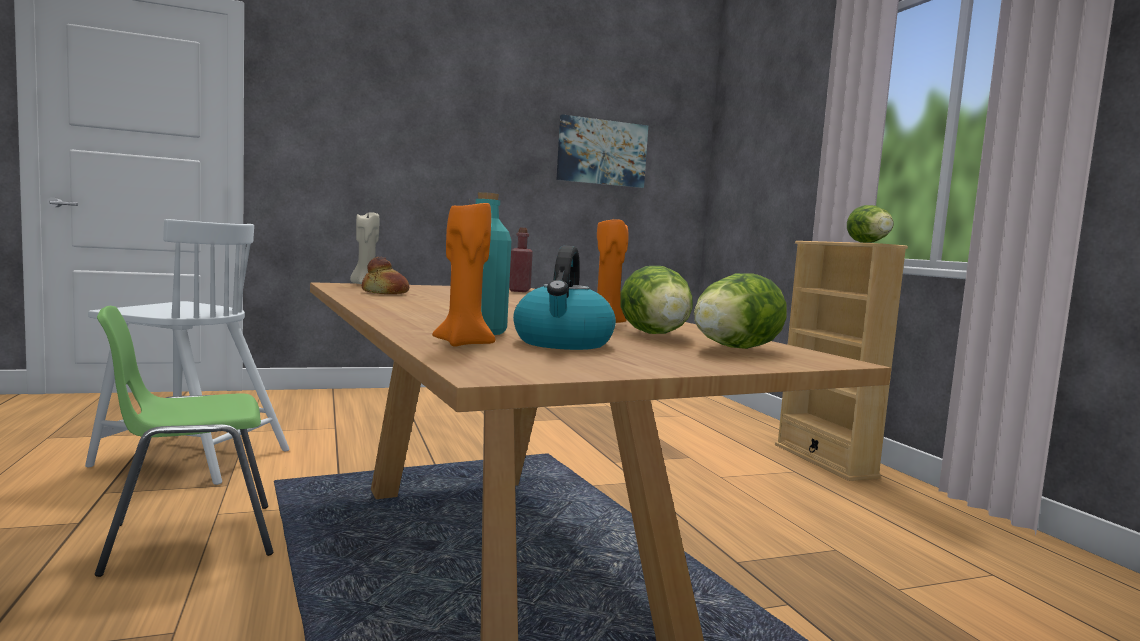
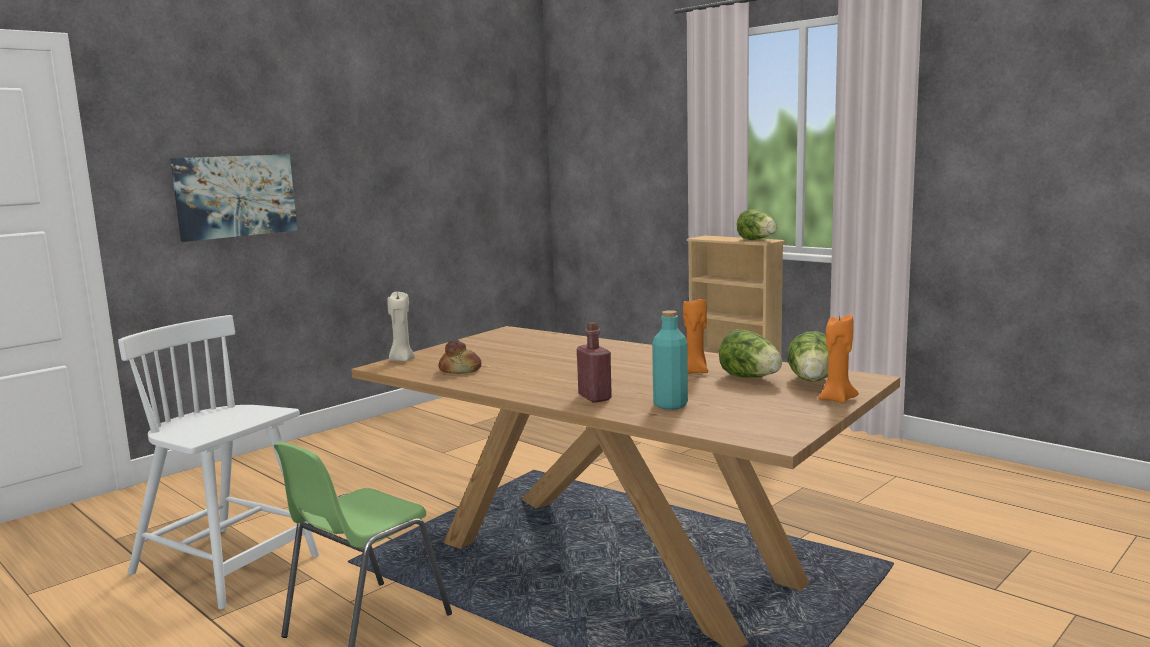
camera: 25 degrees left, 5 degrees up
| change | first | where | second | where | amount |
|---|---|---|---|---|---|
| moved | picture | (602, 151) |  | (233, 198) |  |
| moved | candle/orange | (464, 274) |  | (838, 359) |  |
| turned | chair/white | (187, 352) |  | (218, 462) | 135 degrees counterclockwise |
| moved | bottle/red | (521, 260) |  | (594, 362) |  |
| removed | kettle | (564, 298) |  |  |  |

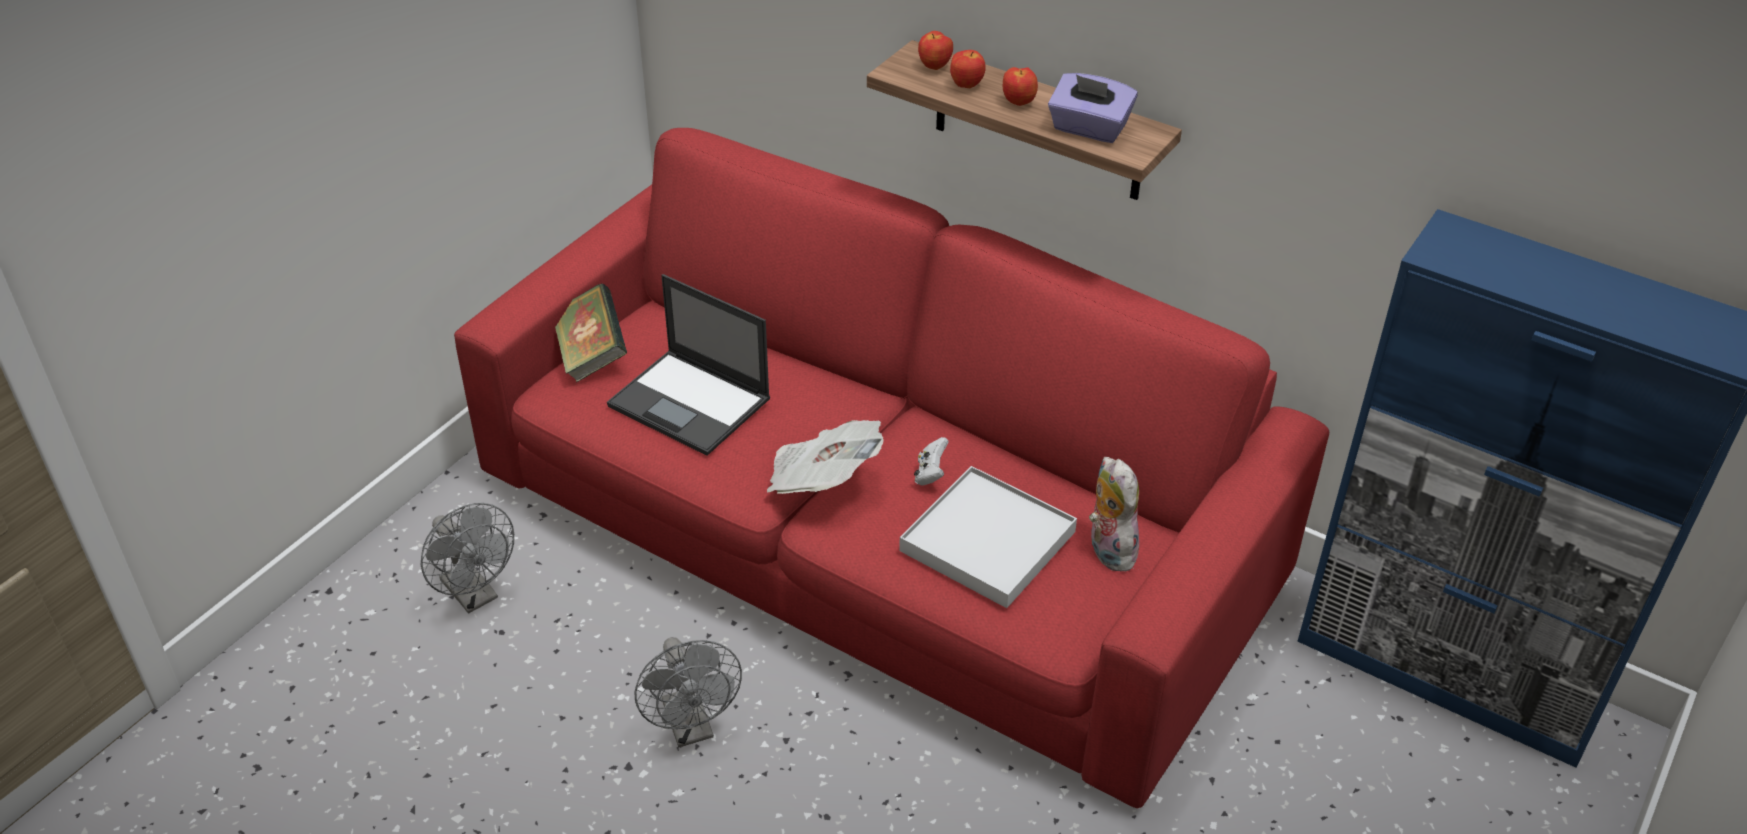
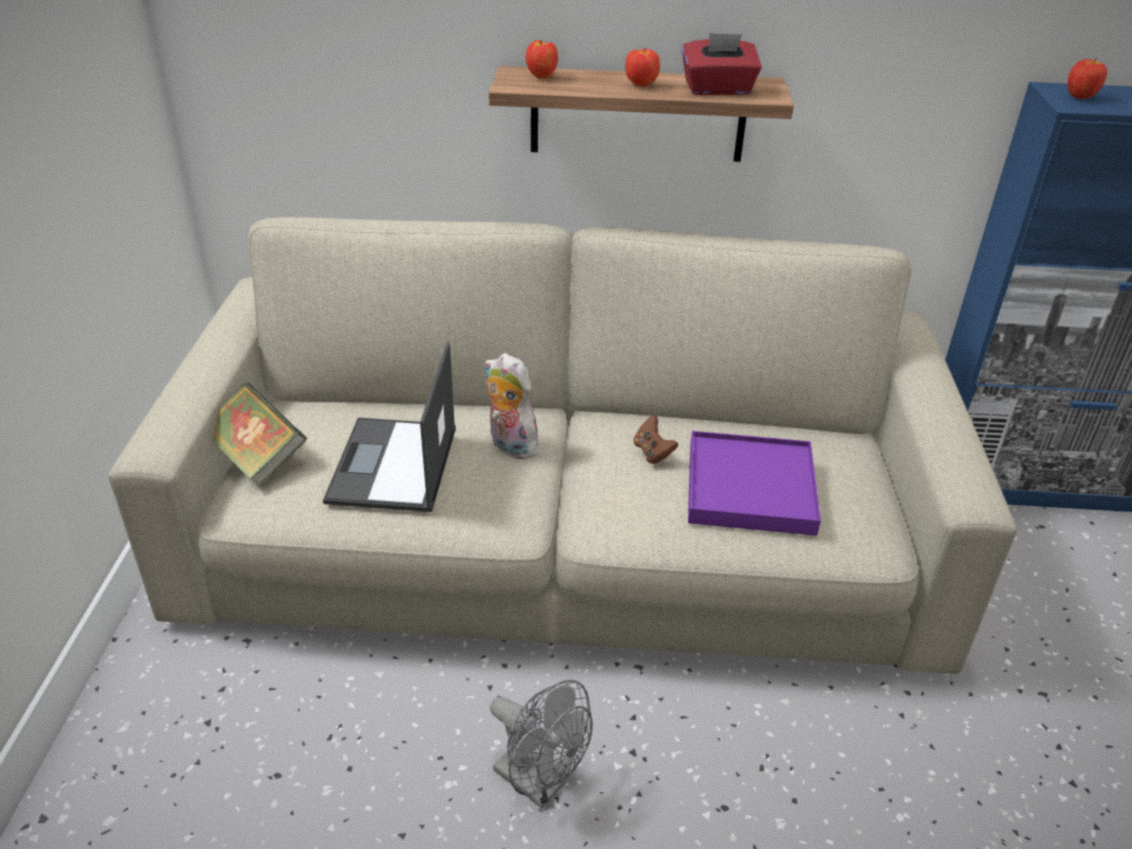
camera: 30 degrees left, 5 degrees down
| change | first | where | second | where | amount |
|---|---|---|---|---|---|
| moved | apple | (968, 69) |  | (1087, 78) |  |
| recoloured | tissue box/purple | (1093, 108) | tissue box/red | (722, 64) |  |
| recoloured | sofa/red | (891, 468) | sofa/beige | (562, 445) |  |
| turned | laptop | (688, 365) |  | (389, 427) | 90 degrees clockwise |
| removed | newspaper | (825, 457) |  |  |  |
| recoloured | game controller/white | (931, 461) | game controller/brown | (656, 439) |  |
| moved | plush toy | (1114, 514) |  | (512, 406) |  |
| recoloured | tray/white | (988, 537) | tray/purple | (754, 483) |  |
| removed | fan/grey | (467, 558) |  |  |  |

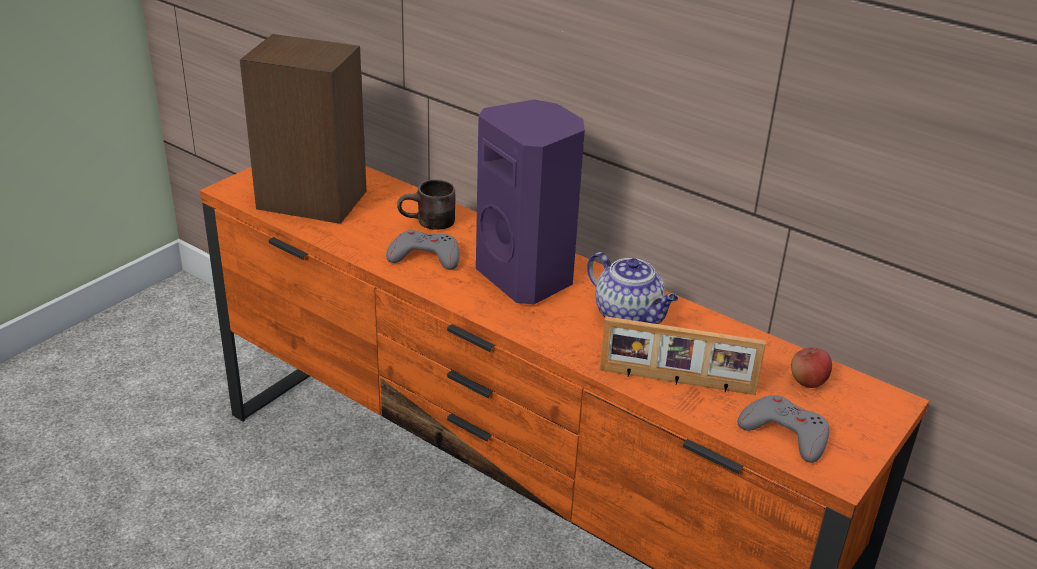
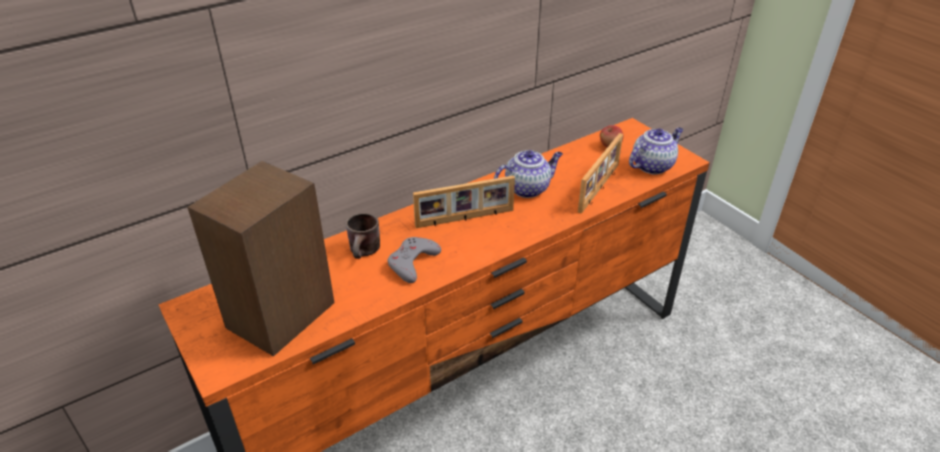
camera: 70 degrees left, 5 degrees up
| change | first | where | second | where | amount |
|---|---|---|---|---|---|
| replaced | speaker/purple | (530, 201) | picture frame | (464, 201) |  |
| replaced | game controller/grey | (783, 429) | teapot | (656, 151) |  |

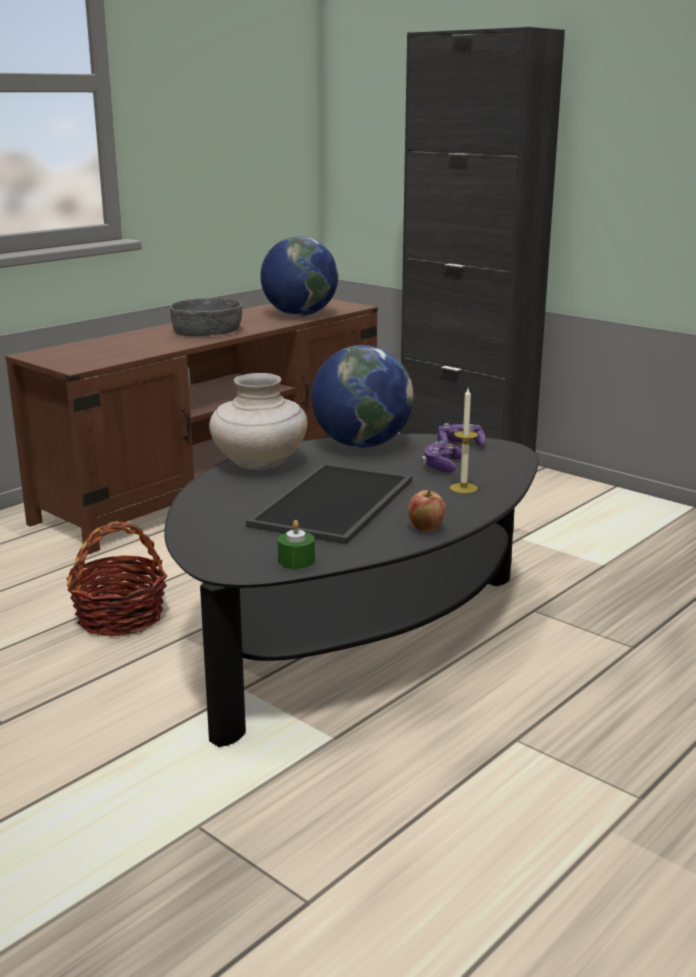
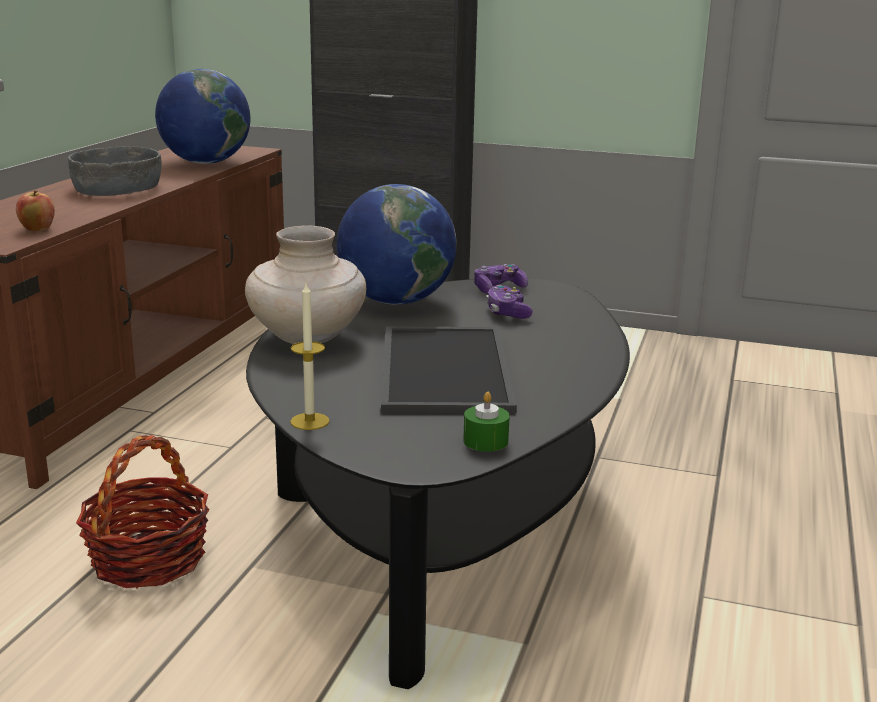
camera: 25 degrees left, 0 degrees up
| change | first | where | second | where | amount |
|---|---|---|---|---|---|
| moved | candle | (464, 441) |  | (310, 356) |  |
| moved | apple | (427, 510) |  | (35, 210) |  |

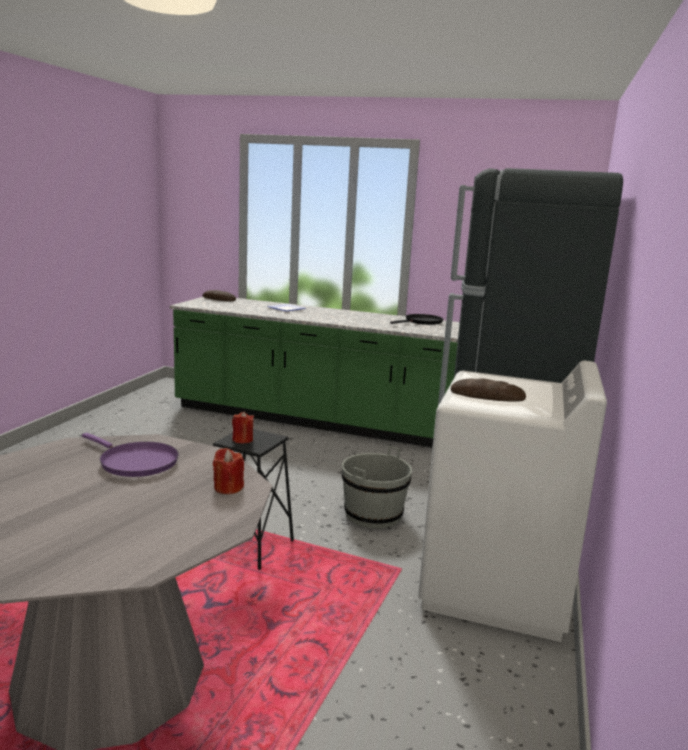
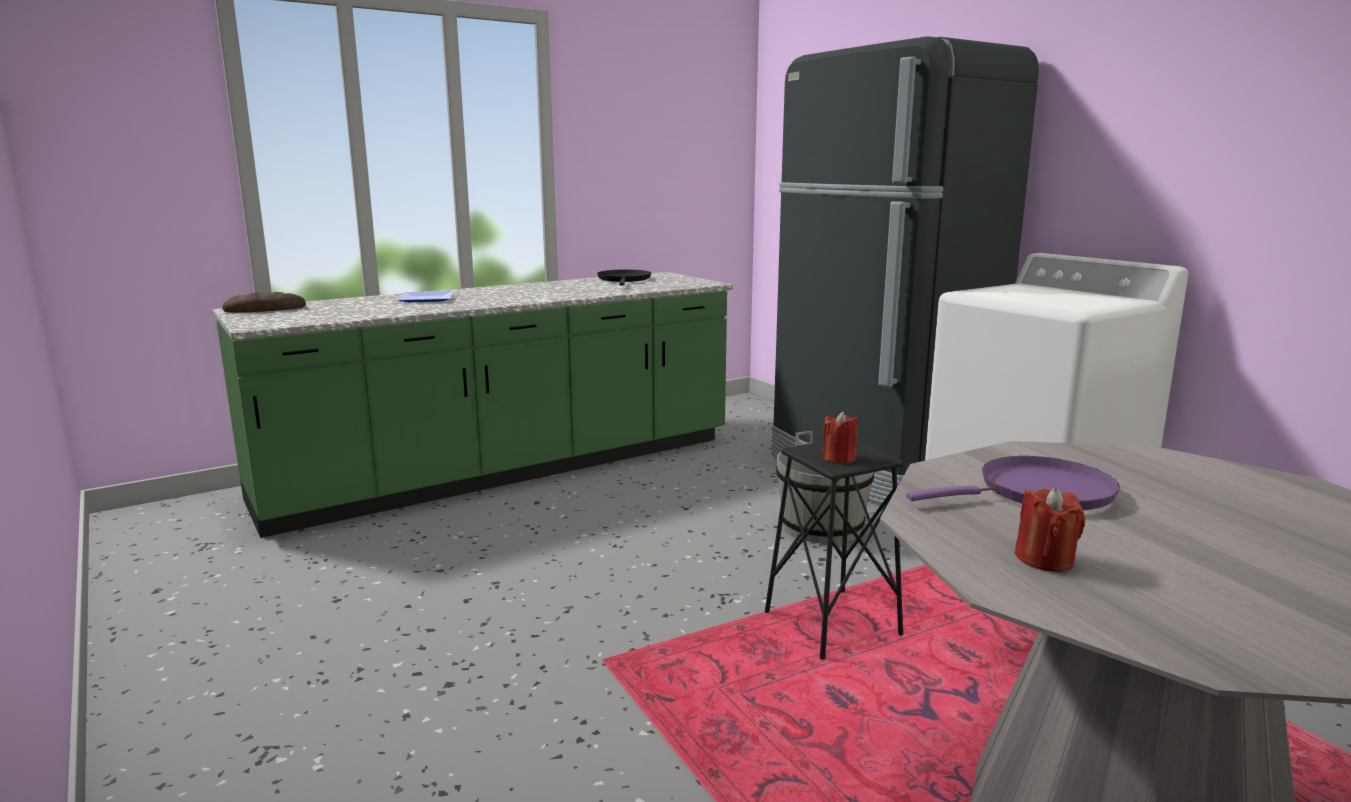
camera: 50 degrees left, 0 degrees up
| change | first | where | second | where | amount |
|---|---|---|---|---|---|
| removed | bread | (488, 390) |  |  |  |
| moved | candle/red | (228, 471) |  | (1050, 529) |  |

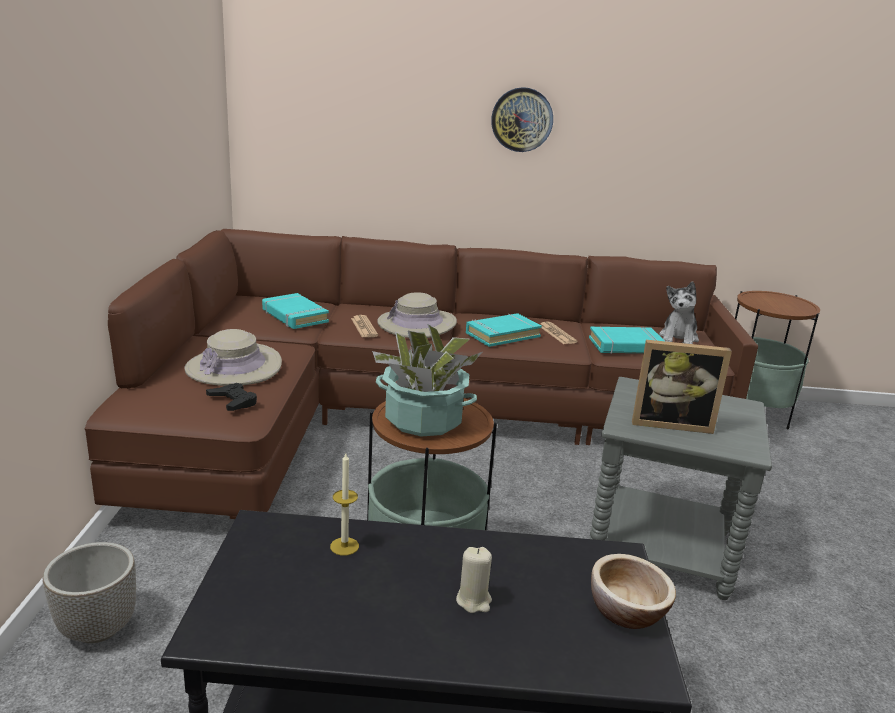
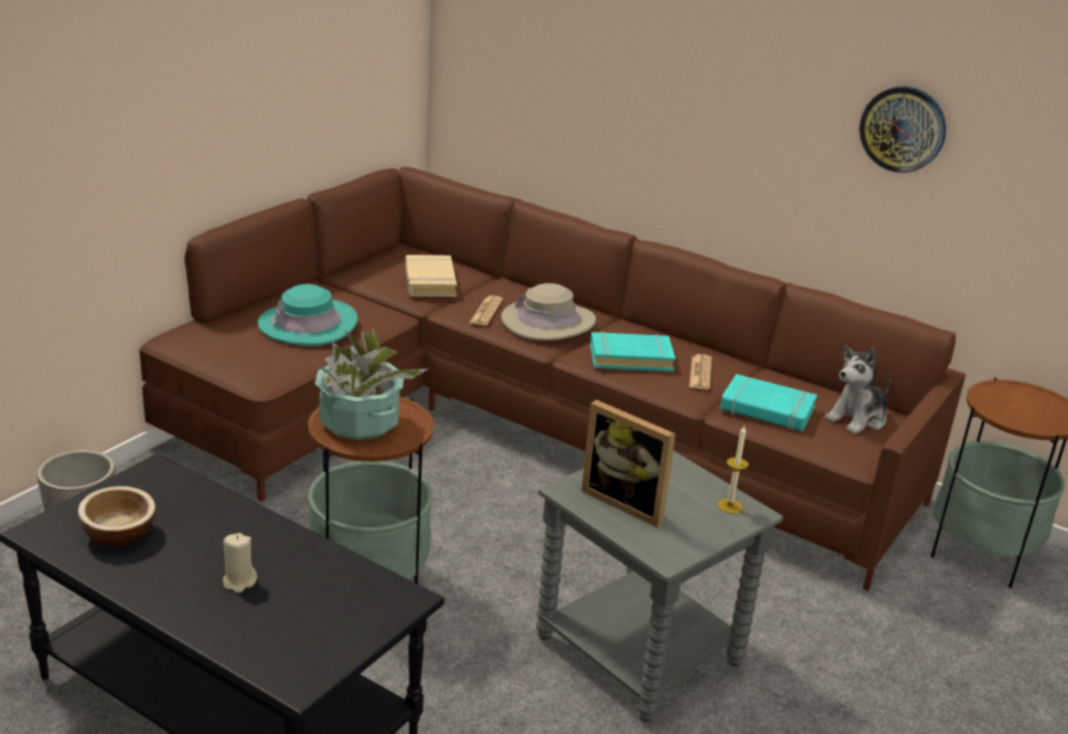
camera: 30 degrees right, 5 degrees up
| change | first | where | second | where | amount |
|---|---|---|---|---|---|
| moved | wall clock | (522, 119) |  | (902, 129) |  |
| recoloured | book/turquoise | (295, 311) | book/beige | (431, 276) |  |
| recoloured | hat/beige | (233, 357) | hat/turquoise | (308, 315) |  |
| removed | game controller/black | (231, 397) |  |  |  |
| moved | candle | (344, 504) |  | (733, 470) |  |
| moved | bowl | (633, 591) |  | (117, 516) |  |

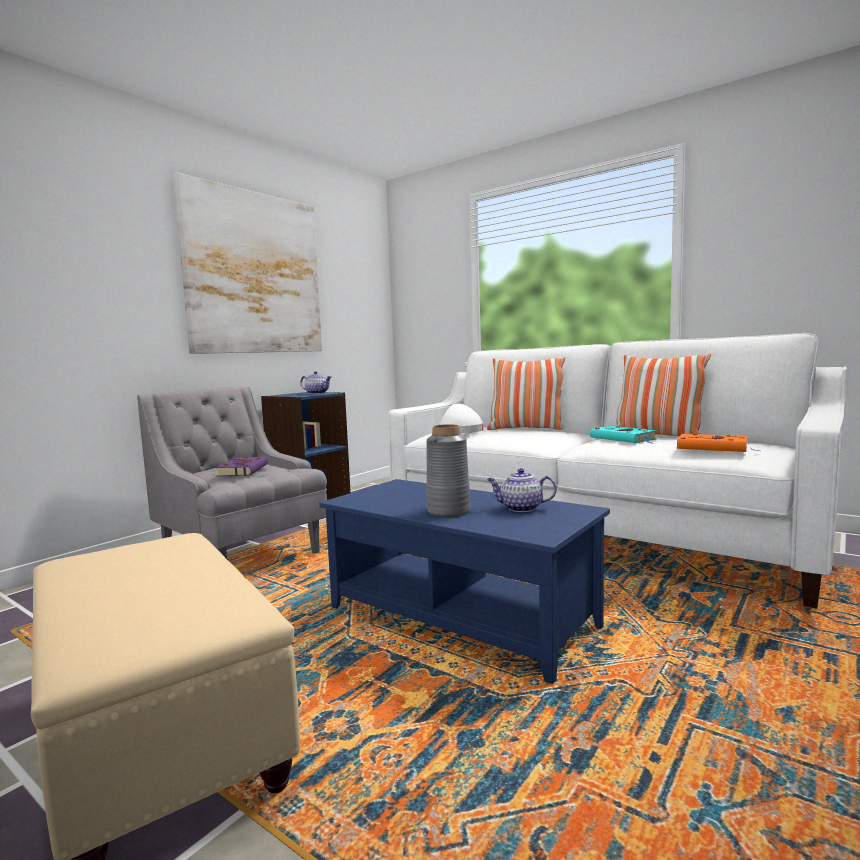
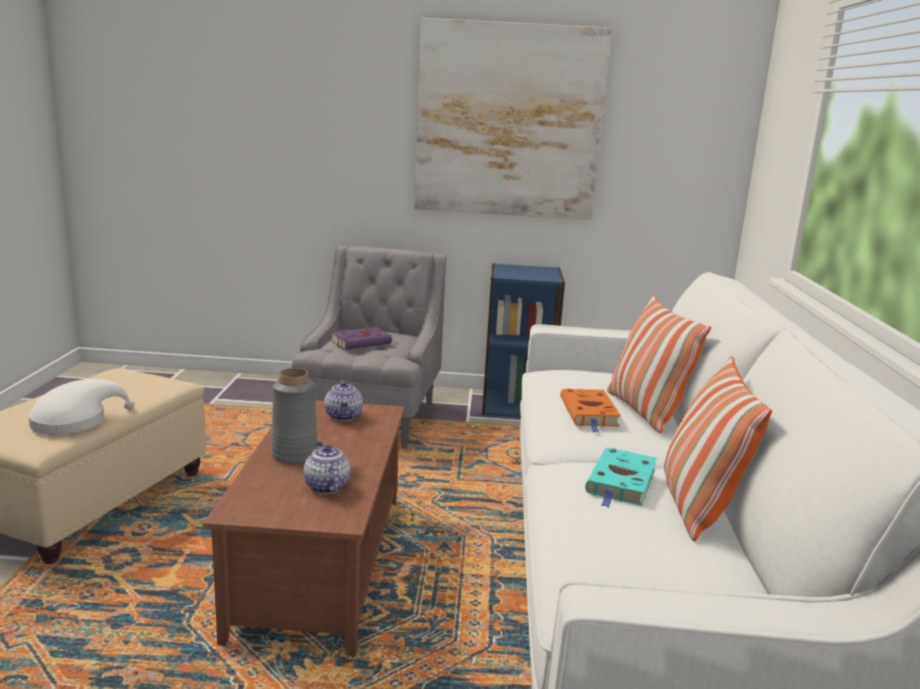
camera: 55 degrees right, 10 degrees up
| change | first | where | second | where | amount |
|---|---|---|---|---|---|
| moved | teapot | (316, 382) |  | (343, 400) |  |
| moved | hat/white | (461, 418) |  | (81, 407) |  |
| moved | book/orange | (719, 443) |  | (590, 410) |  |
| recoloured | coffee table/blue | (464, 581) | coffee table/brown | (303, 528) |  |

